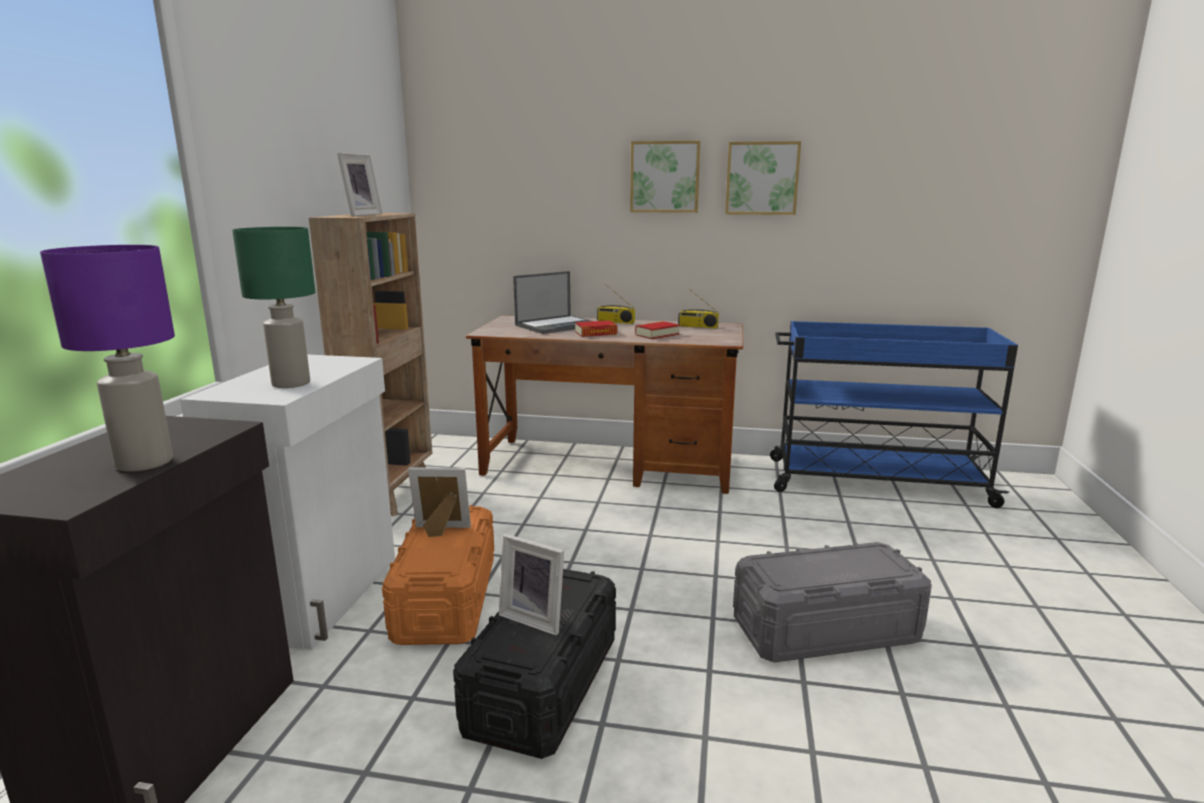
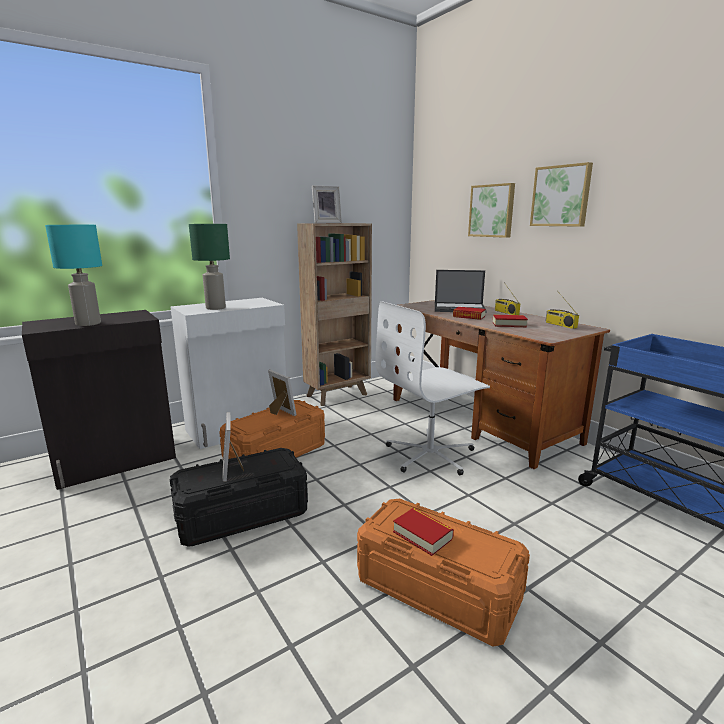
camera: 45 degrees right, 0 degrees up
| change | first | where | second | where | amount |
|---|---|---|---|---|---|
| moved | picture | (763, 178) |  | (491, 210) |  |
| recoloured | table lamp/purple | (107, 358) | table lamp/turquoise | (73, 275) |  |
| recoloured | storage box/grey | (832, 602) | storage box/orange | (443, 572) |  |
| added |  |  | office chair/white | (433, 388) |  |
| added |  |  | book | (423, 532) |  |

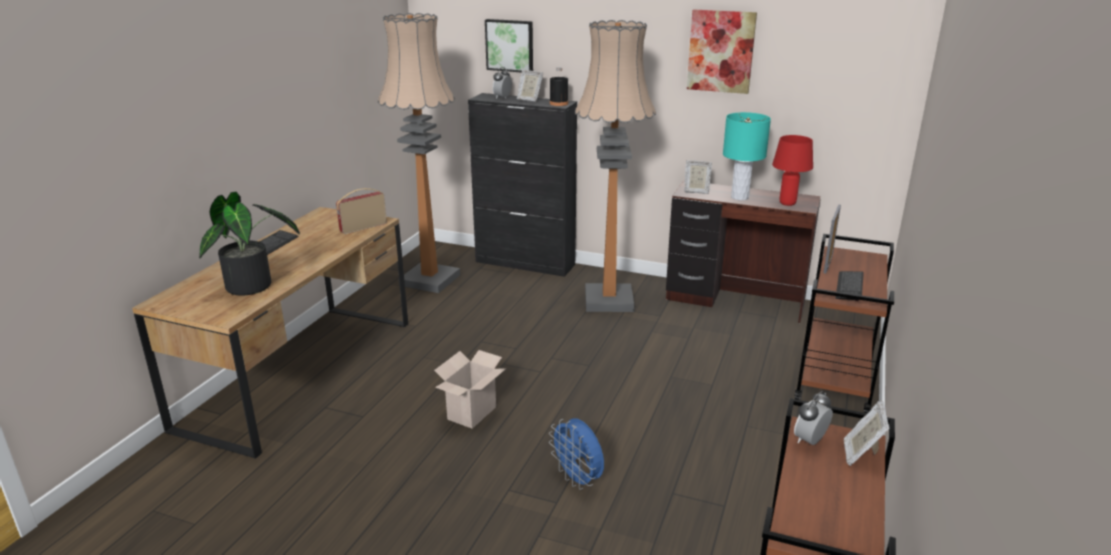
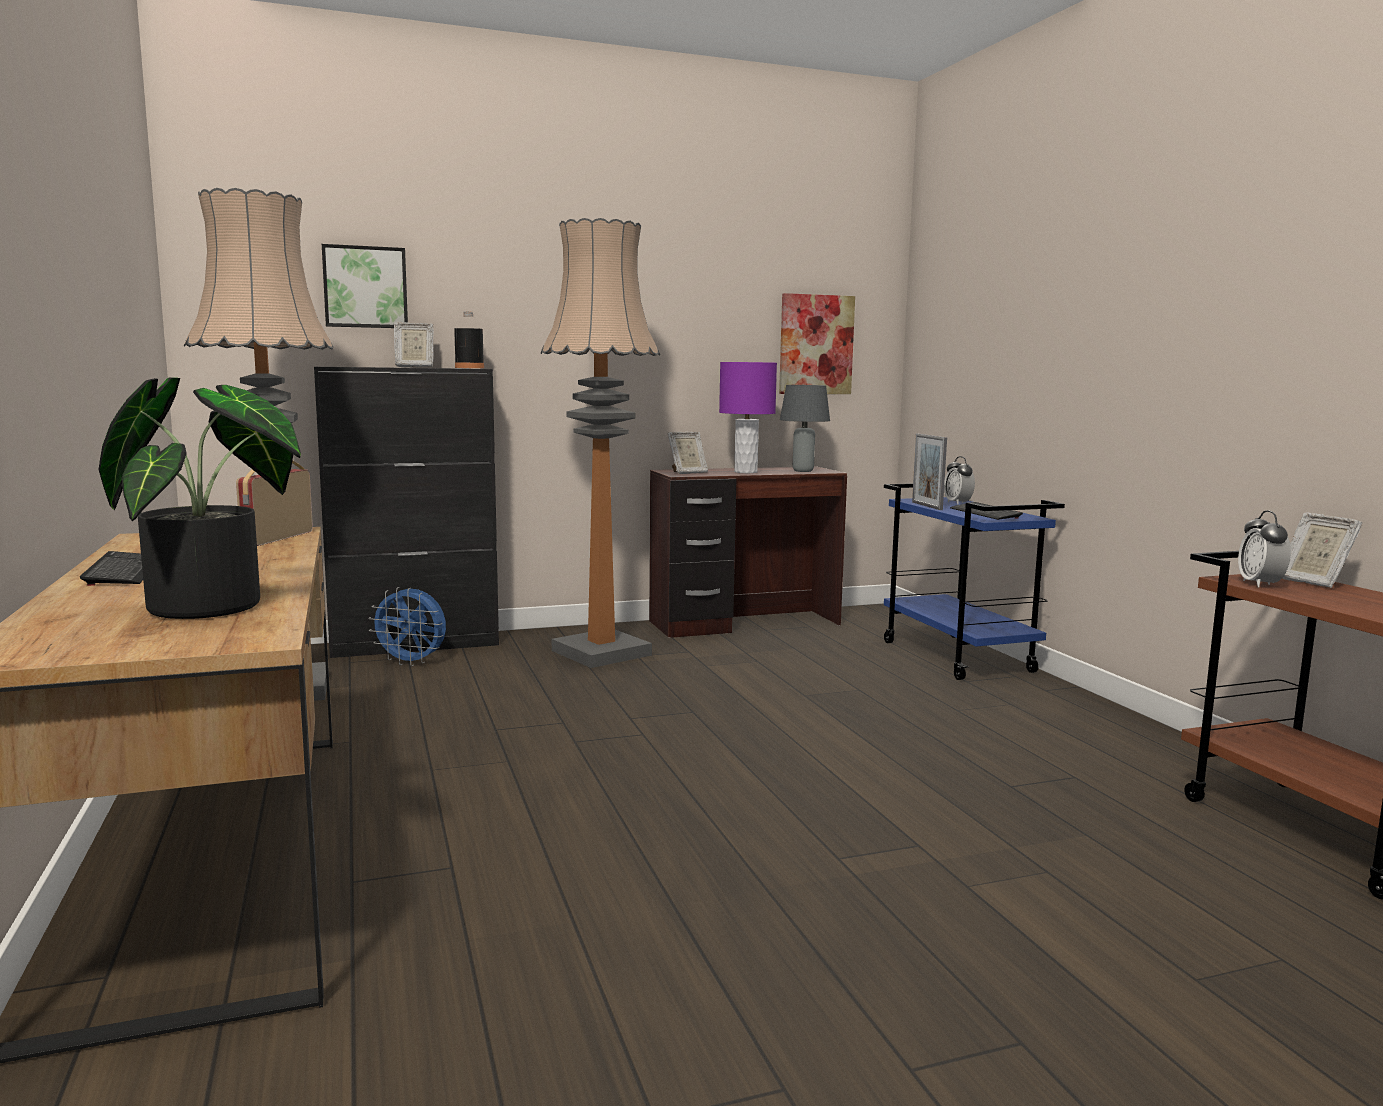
camera: 40 degrees left, 15 degrees down
| change | first | where | second | where | amount |
|---|---|---|---|---|---|
| moved | picture | (722, 51) |  | (817, 343) |  |
| moved | alarm clock | (502, 83) |  | (959, 480) |  |
| recoloured | table lamp/turquoise | (747, 156) | table lamp/purple | (748, 417) |  |
| recoloured | table lamp/red | (792, 170) | table lamp/grey | (805, 428) |  |
| recoloured | cart/brown | (844, 323) | cart/blue | (974, 581) |  |
| removed | cardboard box | (470, 389) |  |  |  |
| moved | fan/blue | (576, 454) |  | (407, 626) |  |

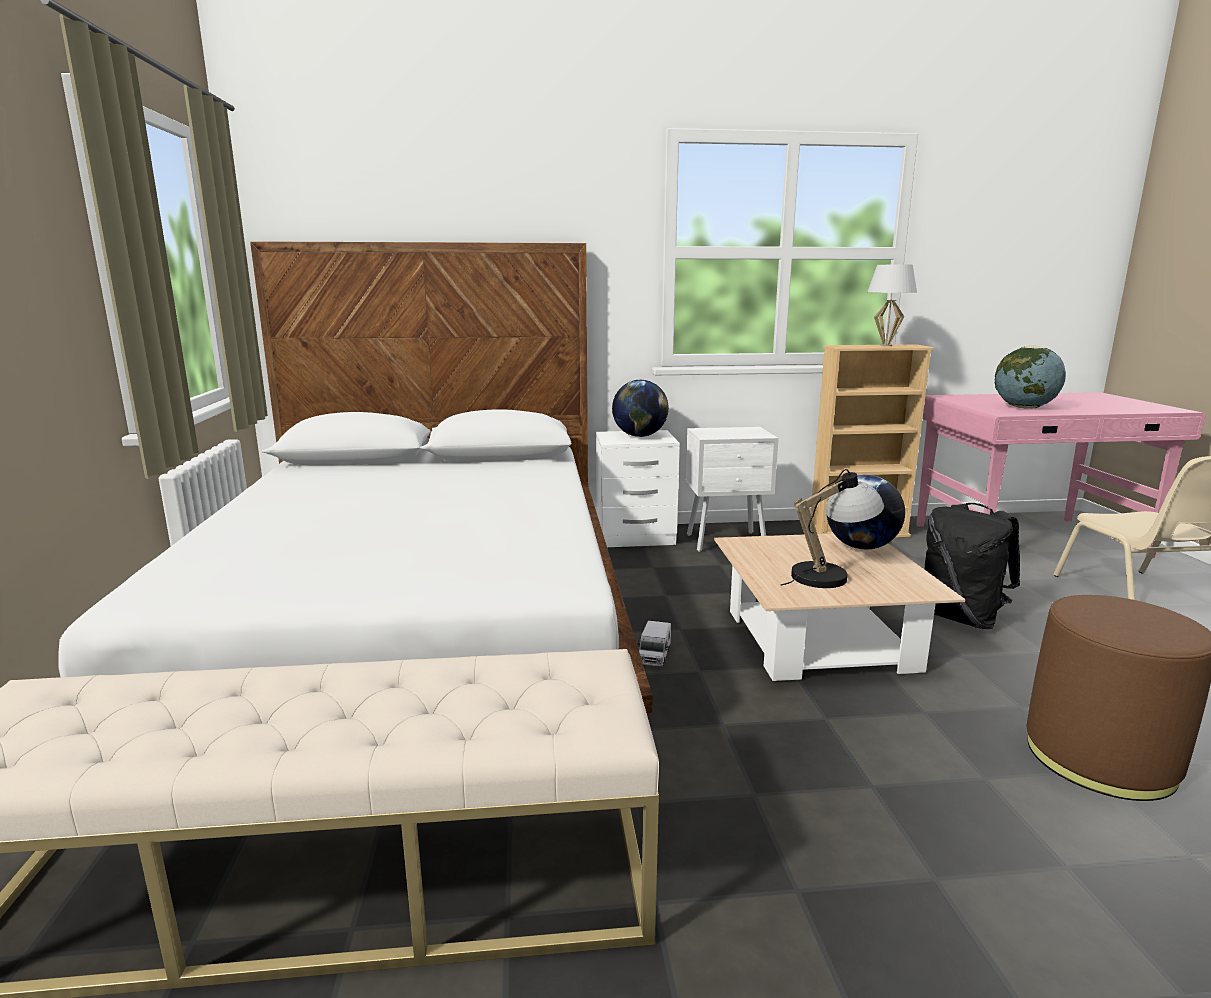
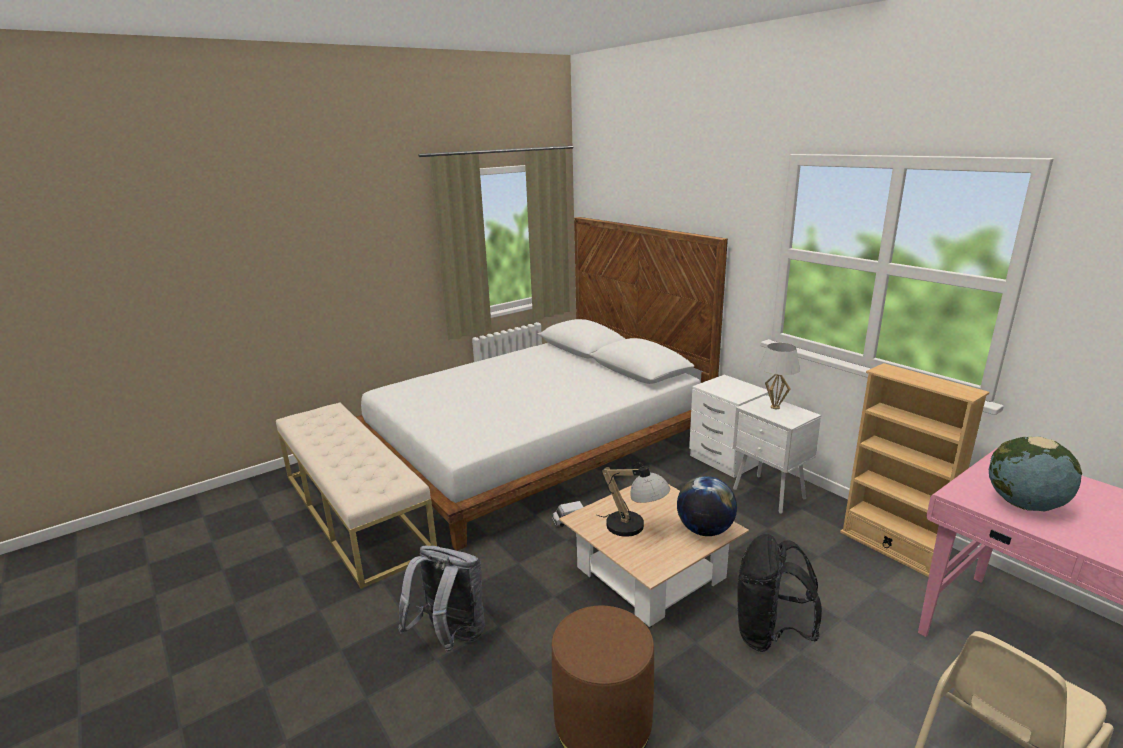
camera: 60 degrees right, 5 degrees up
| change | first | where | second | where | amount |
|---|---|---|---|---|---|
| moved | table lamp/white | (892, 305) |  | (779, 376) |  |
| removed | globe | (640, 408) |  |  |  |
| added |  |  | backpack/grey | (441, 599) |  |

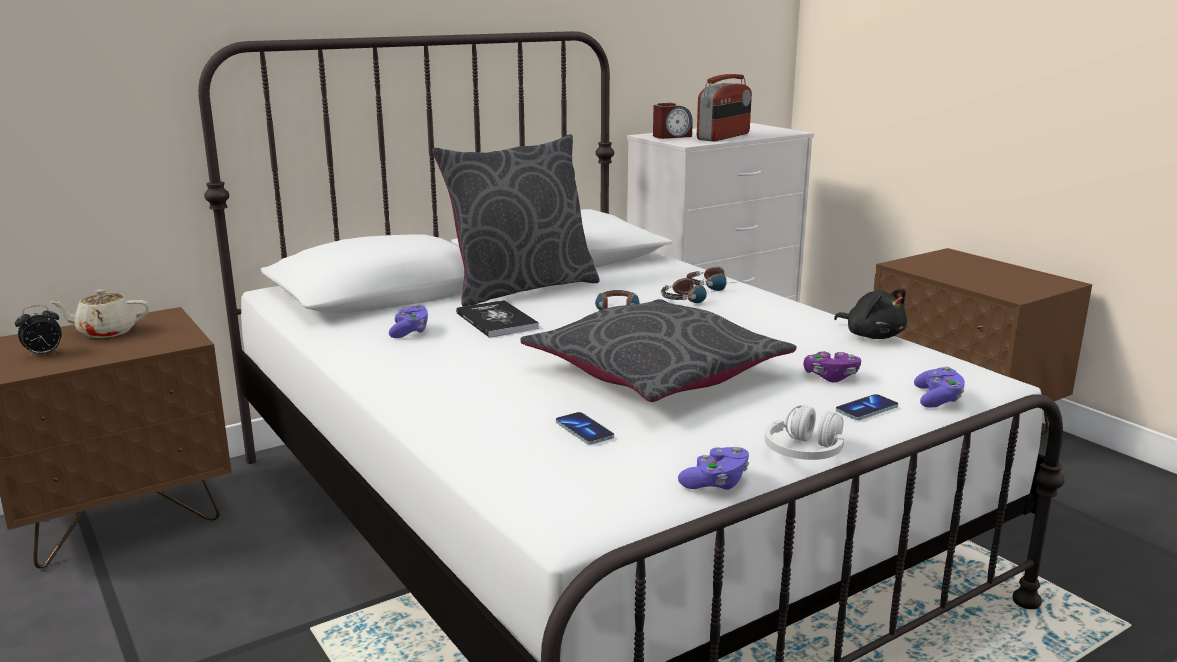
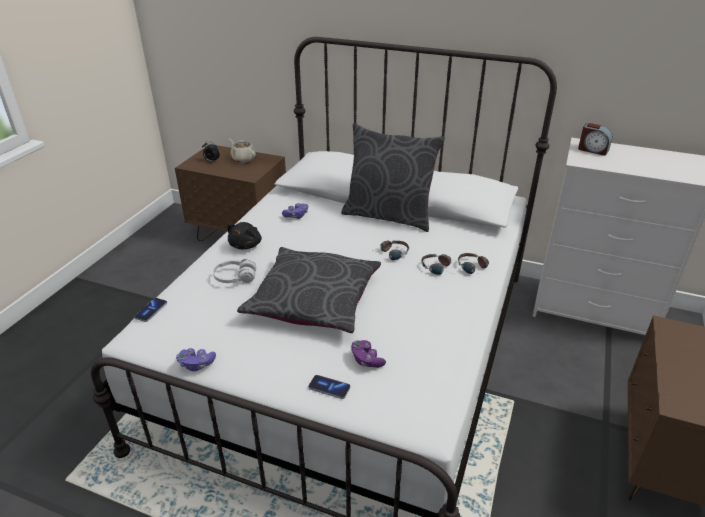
camera: 55 degrees right, 15 degrees up
| change | first | where | second | where | amount |
|---|---|---|---|---|---|
| removed | radio | (724, 108) |  |  |  |
| moved | plush toy/black | (870, 314) |  | (244, 235) |  |
| removed | book | (497, 319) |  |  |  |
| removed | game controller/purple | (939, 387) |  |  |  |
| moved | headphones/white | (804, 432) |  | (234, 271) |  |
| moved | phone | (585, 428) |  | (150, 310) |  |

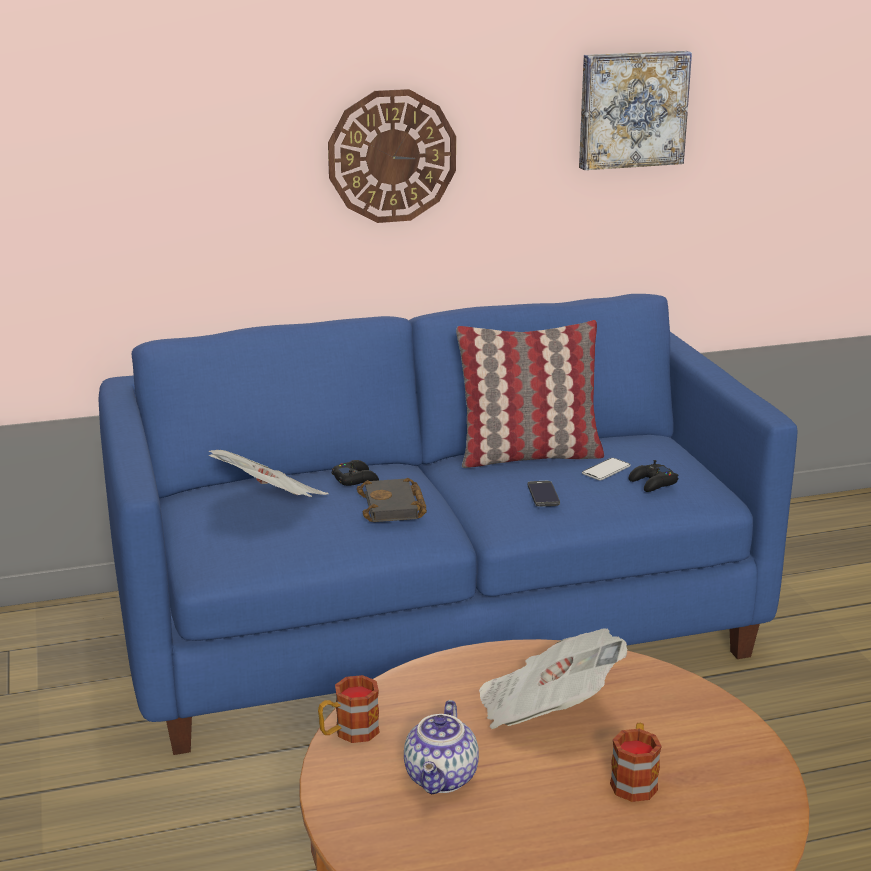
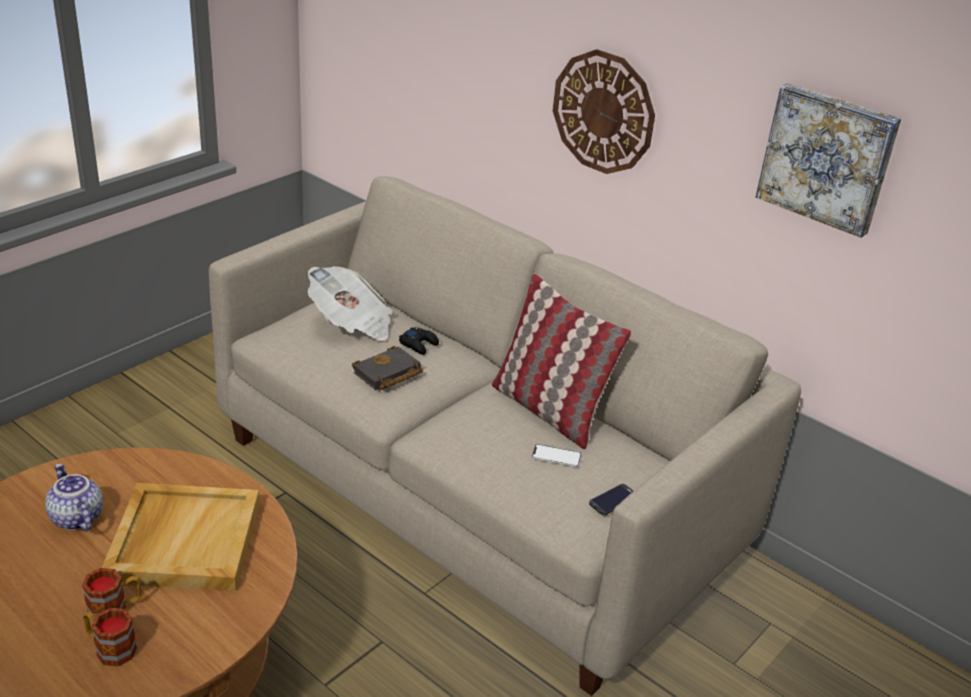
camera: 55 degrees right, 10 degrees up
| change | first | where | second | where | amount |
|---|---|---|---|---|---|
| recoloured | sofa/blue | (448, 524) | sofa/beige | (505, 436) |  |
| removed | game controller/black | (654, 476) |  |  |  |
| moved | phone | (544, 494) |  | (611, 499) |  |
| replaced | newspaper | (553, 678) | tray/beige | (181, 537) |  |
| moved | mug | (349, 709) |  | (110, 637) |  |
| turned | teapot | (441, 747) |  | (74, 497) | 75 degrees clockwise |

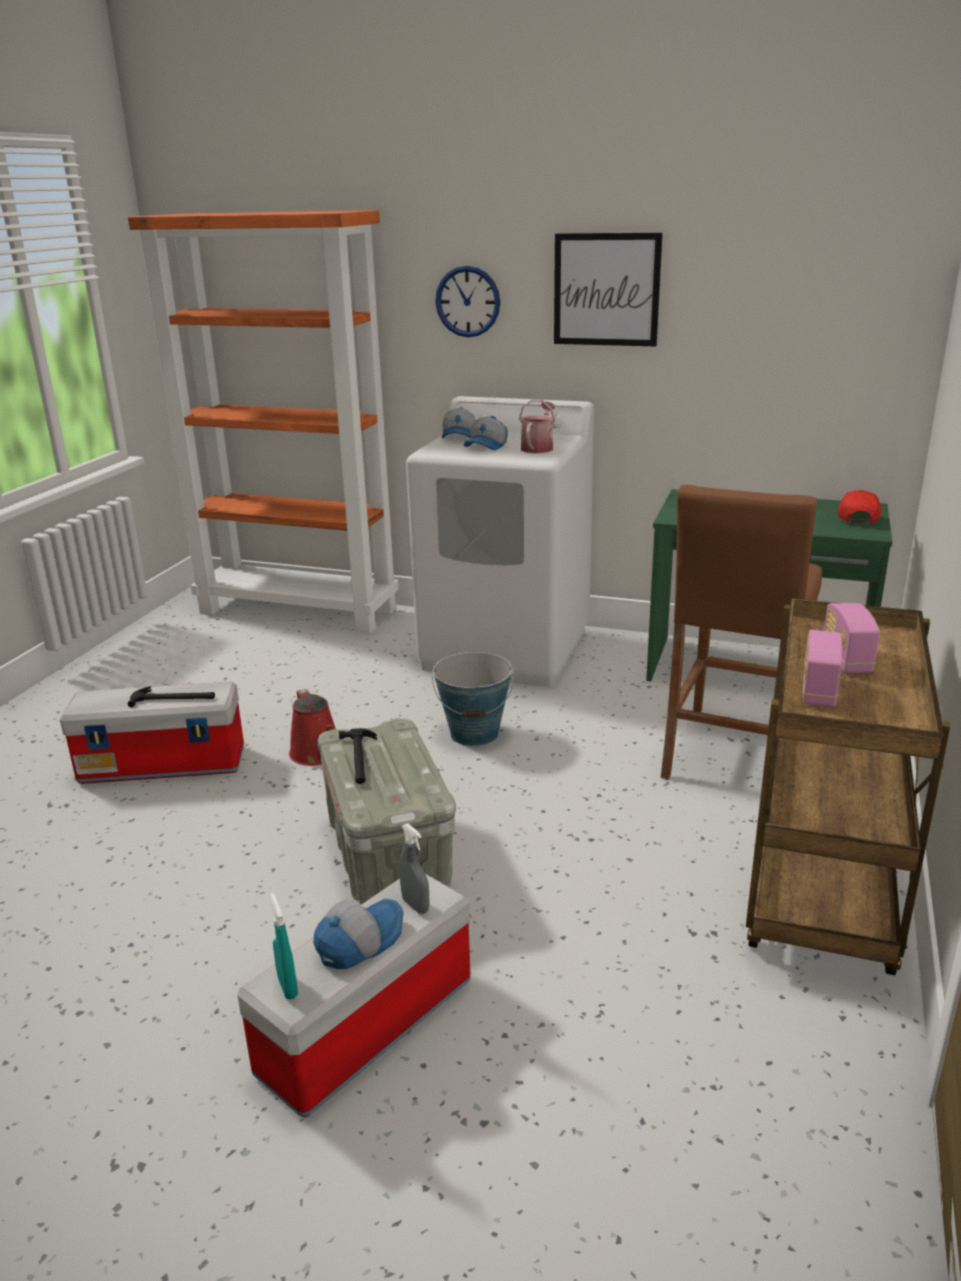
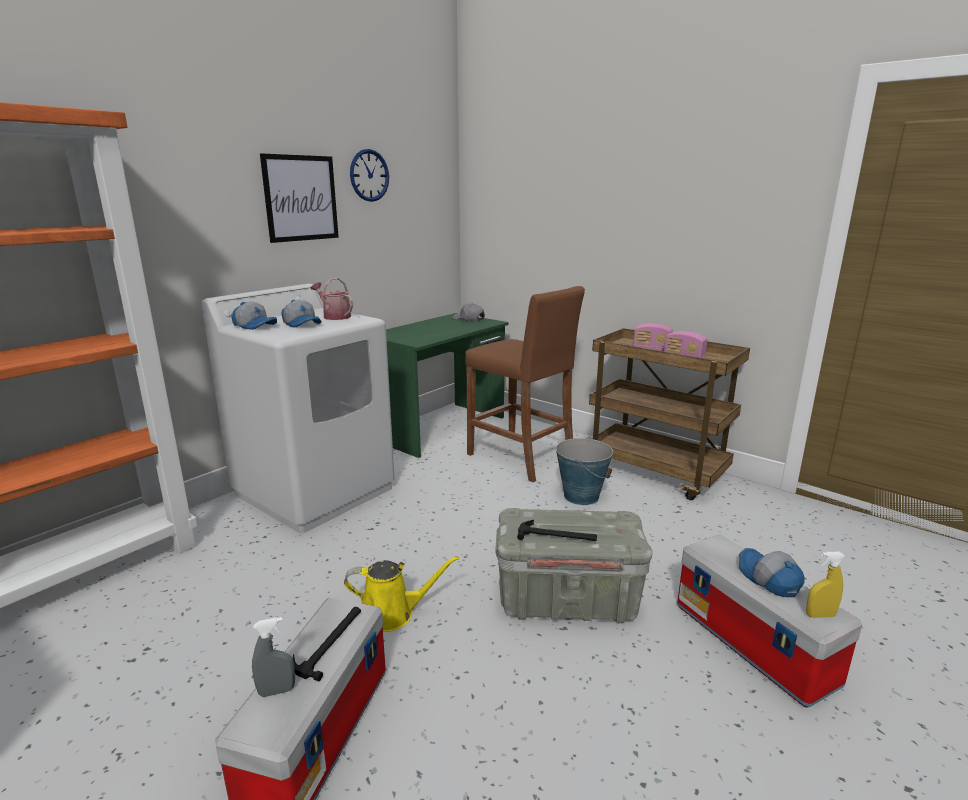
camera: 70 degrees left, 5 degrees down
| change | first | where | second | where | amount |
|---|---|---|---|---|---|
| moved | wall clock | (467, 301) |  | (369, 175) |  |
| recoloured | cap/red | (859, 507) | cap/grey | (468, 312) |  |
| moved | bucket | (473, 699) |  | (584, 471) |  |
| recoloured | watering can/red | (312, 727) | watering can/yellow | (401, 594) |  |
| moved | spray bottle/grey | (414, 868) |  | (273, 657) |  |
| recoloured | spray bottle/turquoise | (284, 946) | spray bottle/yellow | (826, 585) |  |

